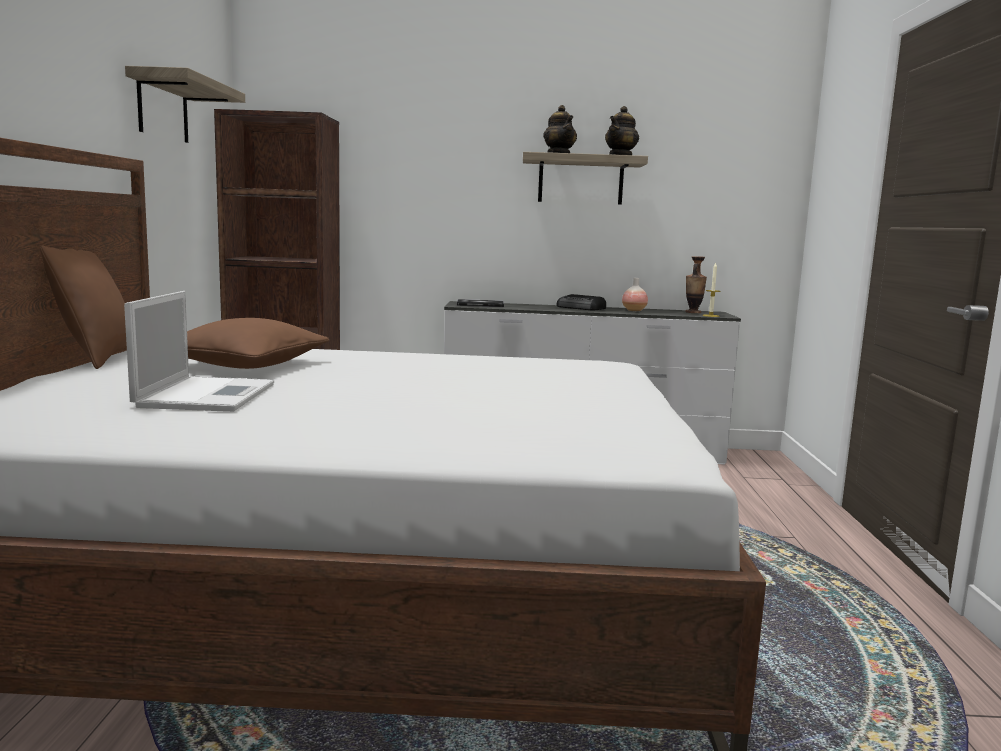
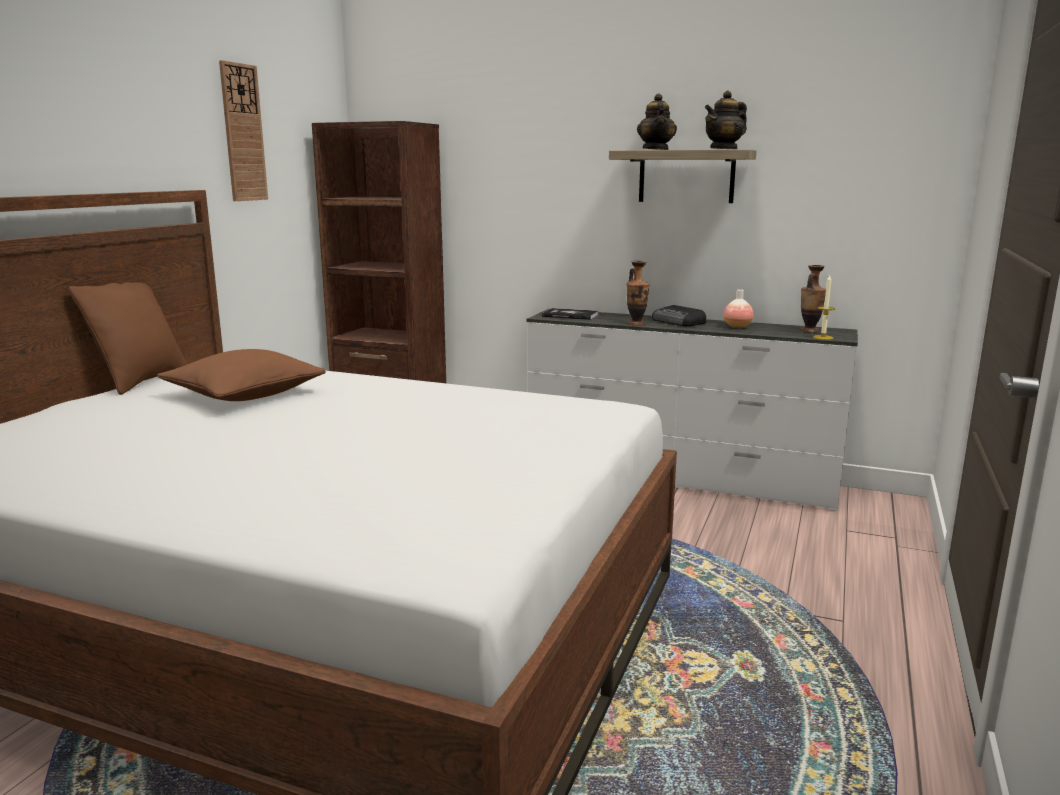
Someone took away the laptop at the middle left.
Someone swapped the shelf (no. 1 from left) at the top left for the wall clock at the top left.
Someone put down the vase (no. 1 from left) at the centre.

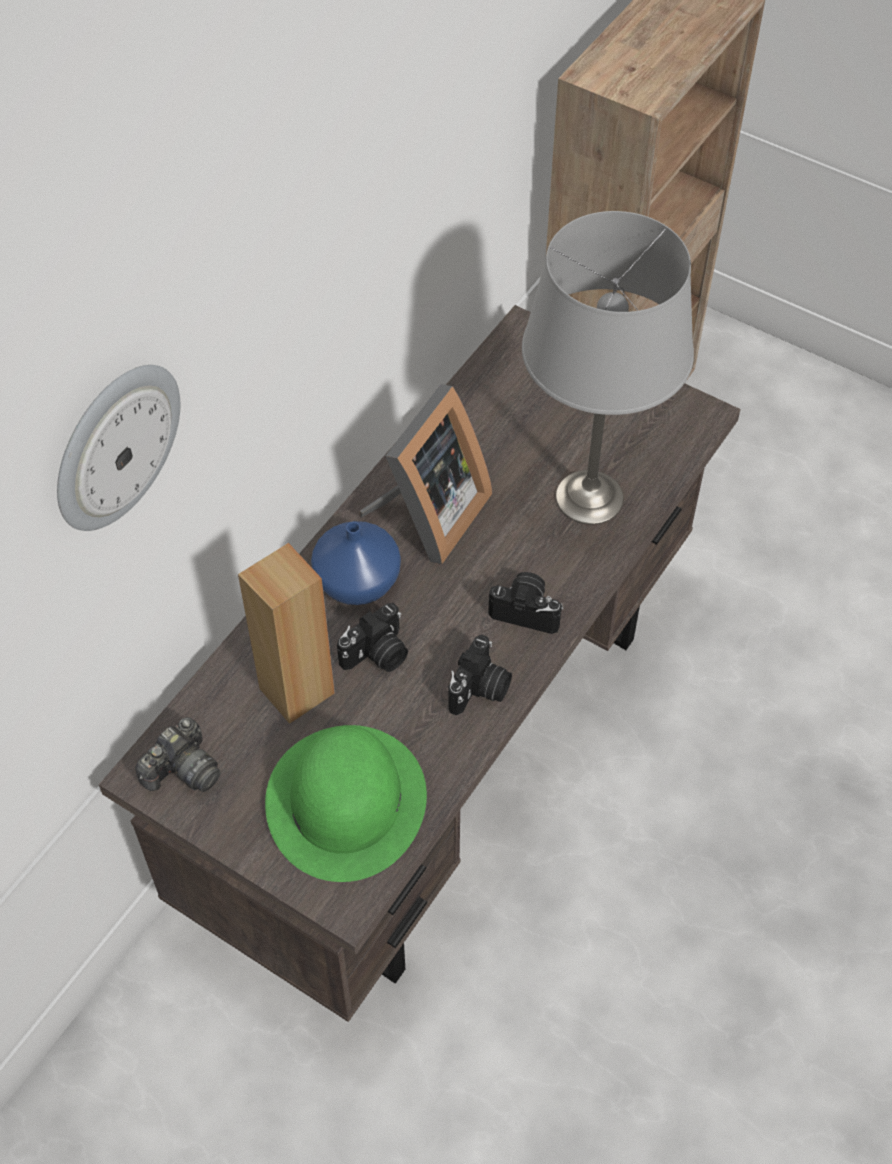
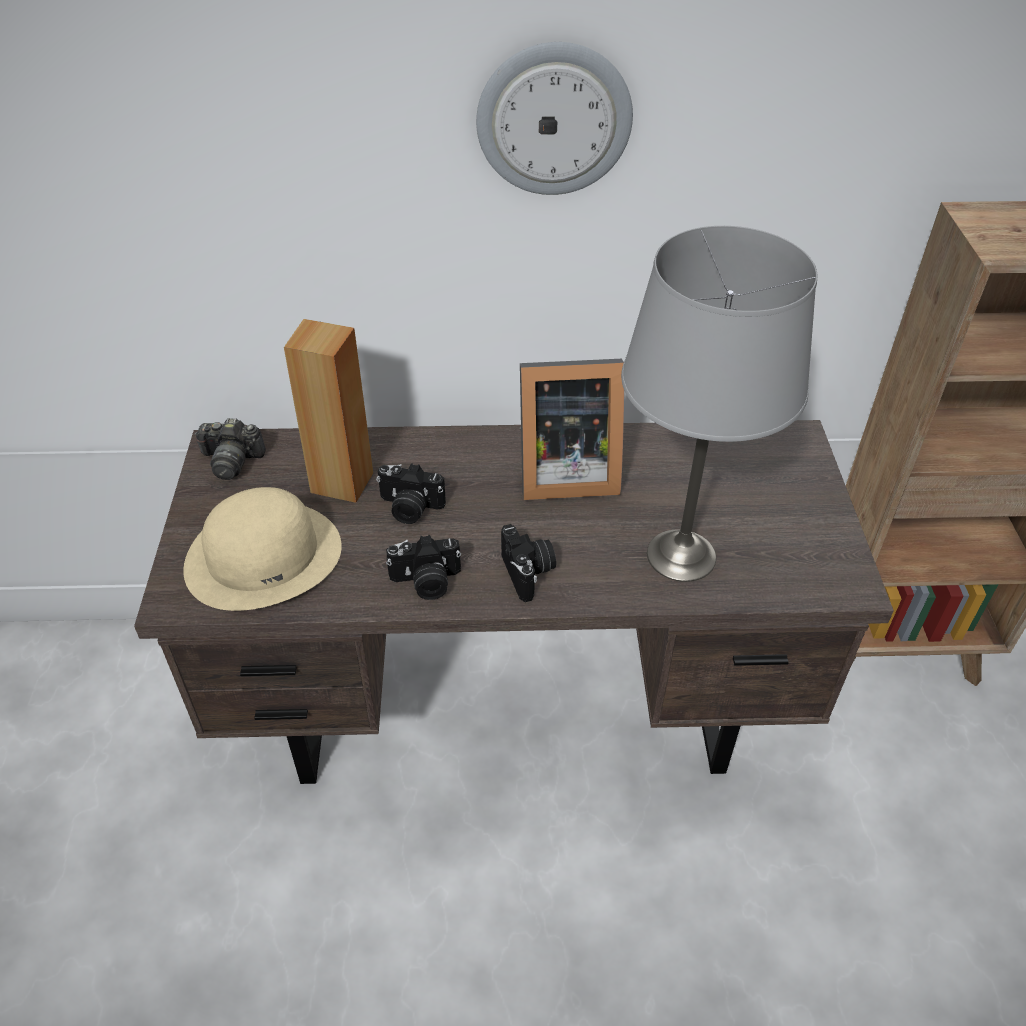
Someone carried the wall clock from the middle left to the top centre.
Someone repainted the hat in green at the bottom centre, which became the hat in beige at the middle left.
Someone took away the vase in blue at the centre.

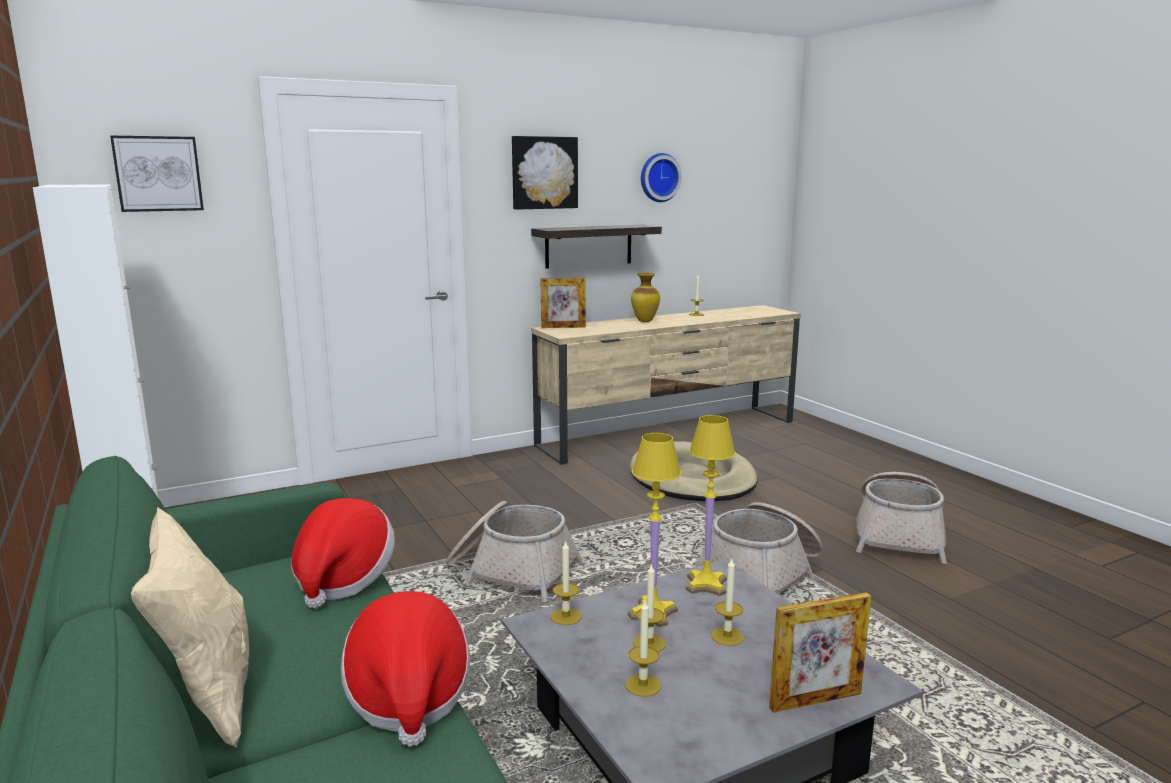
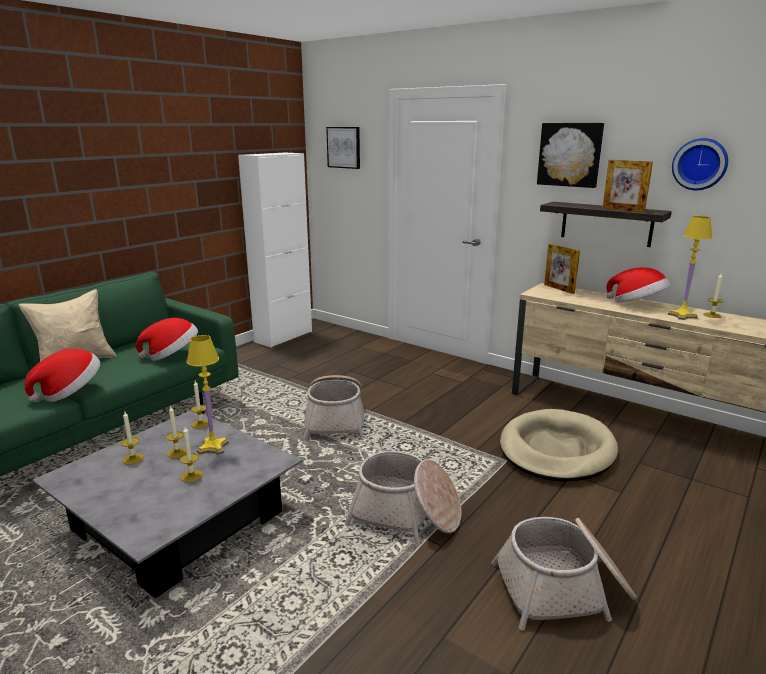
Someone swapped the vase at the centre for the hat (no. 3 from left) at the middle right.
Someone carried the table lamp in yellow (no. 2 from left) from the centre to the middle right.
Someone carried the picture frame (no. 2 from left) from the bottom right to the top right.

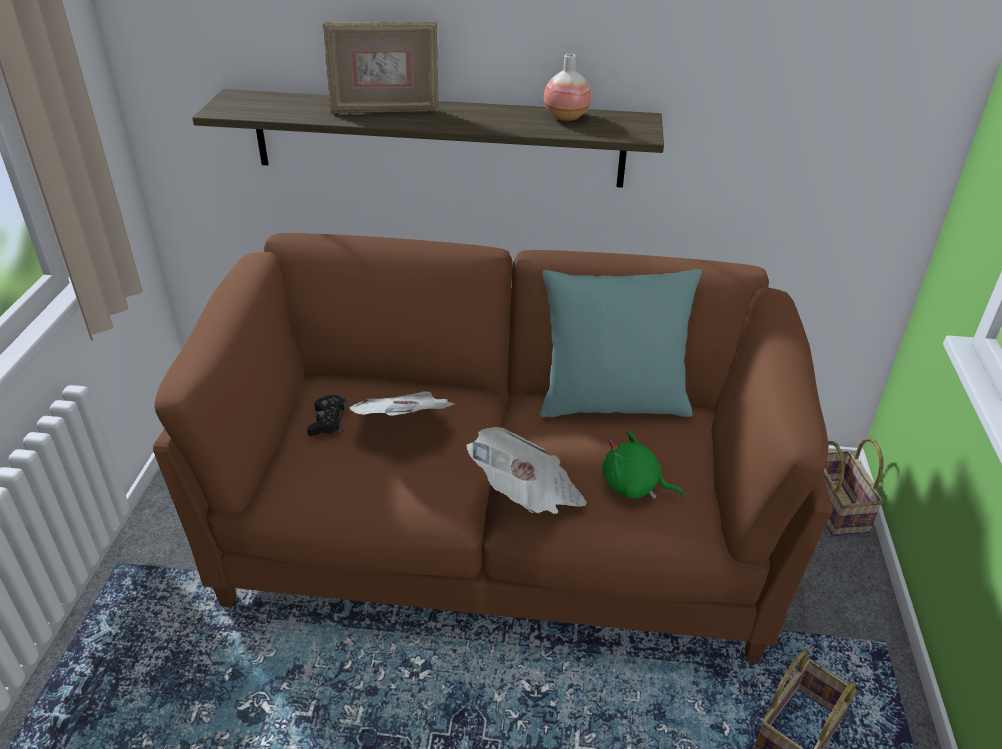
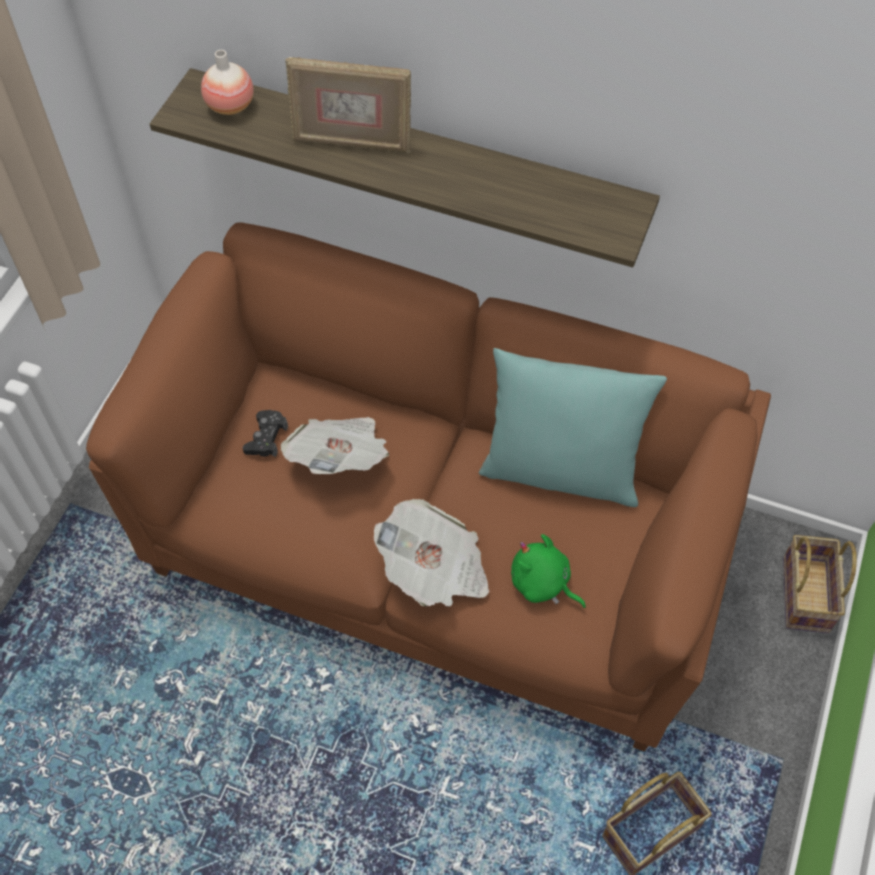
Someone carried the vase from the top centre to the top left.

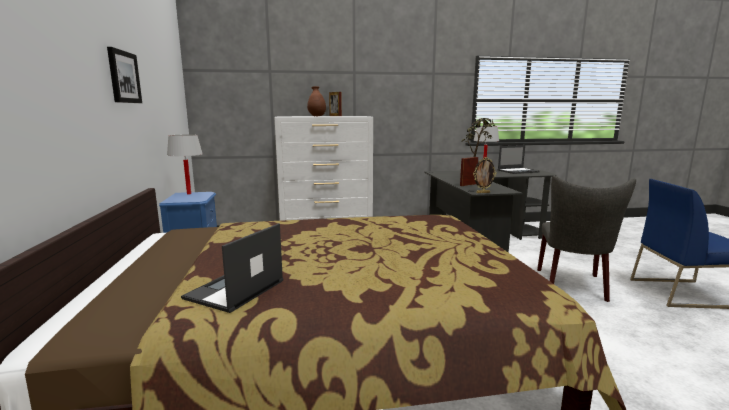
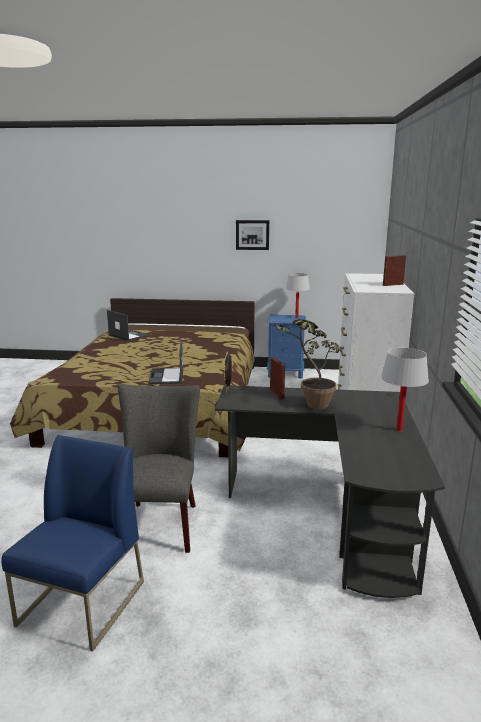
Someone took away the vase in brown at the top centre.
Someone carried the laptop (no. 2 from left) from the middle right to the centre.
Someone rotated the chair in grey at the middle right by 60 degrees clockwise.

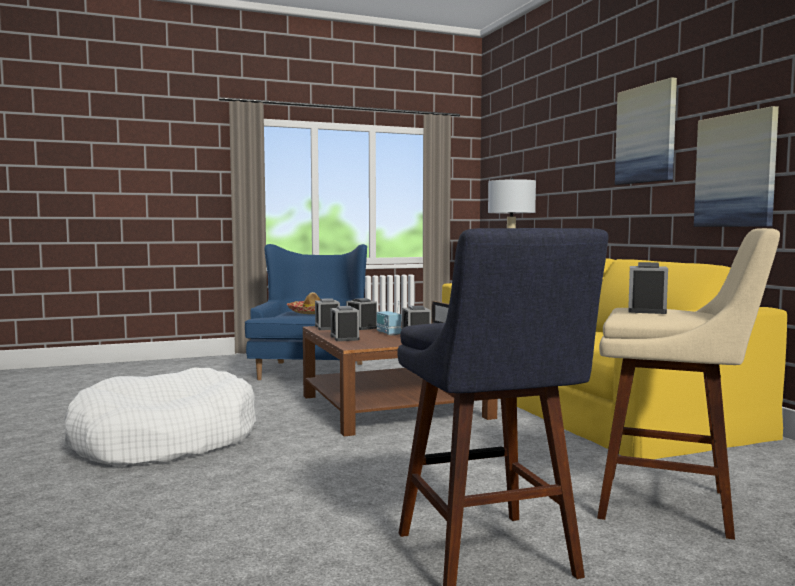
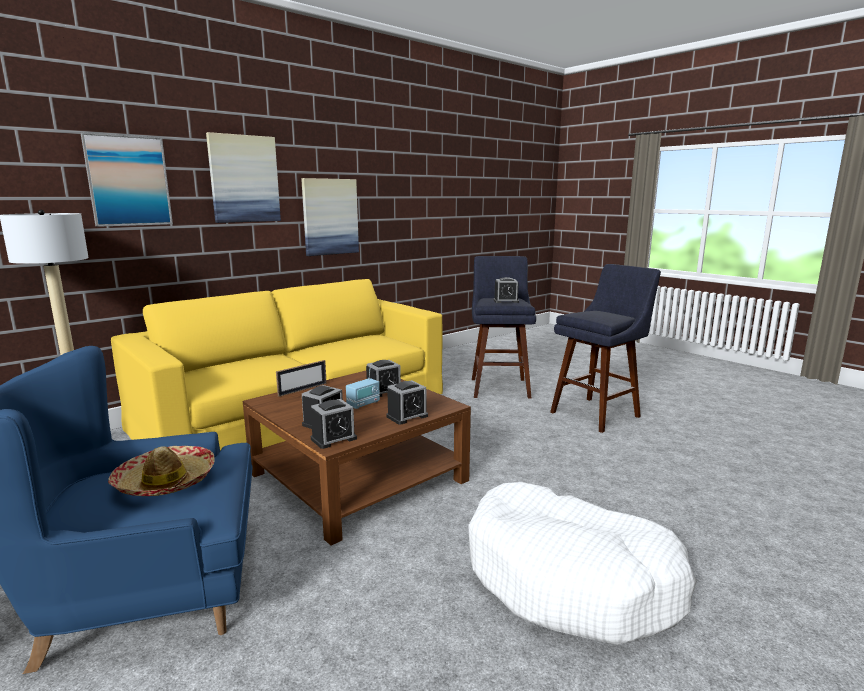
Someone repainted the stool in beige at the middle right, which became the stool in blue (no. 1 from left) at the centre.
Someone put up the picture (no. 1 from left) at the top left.

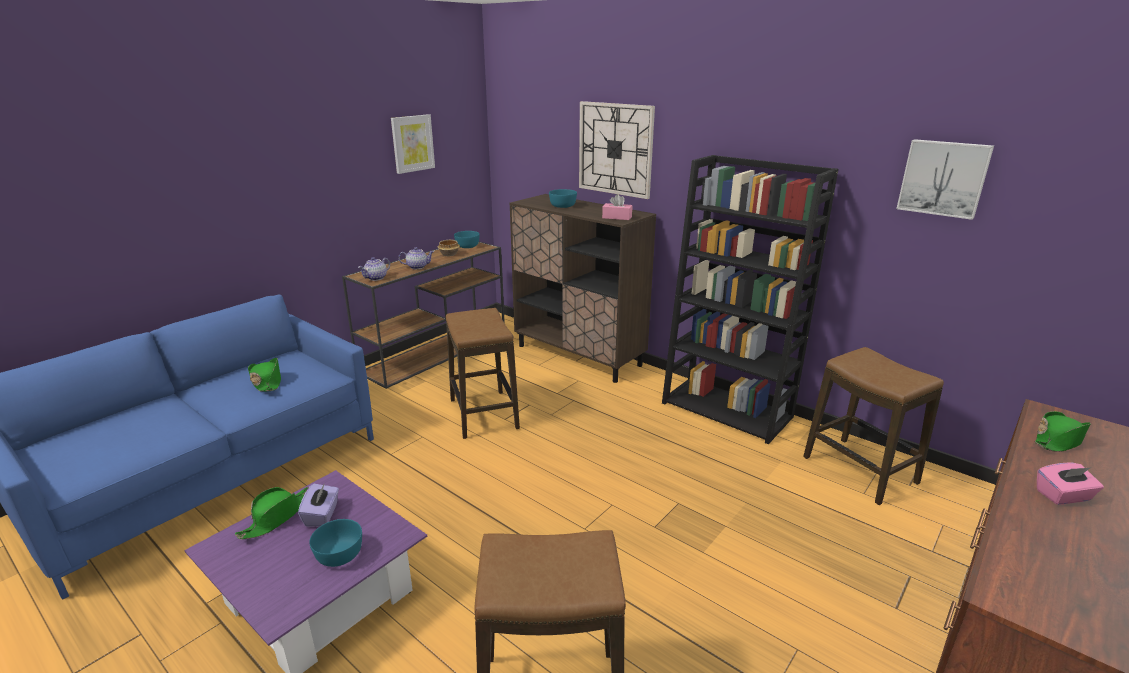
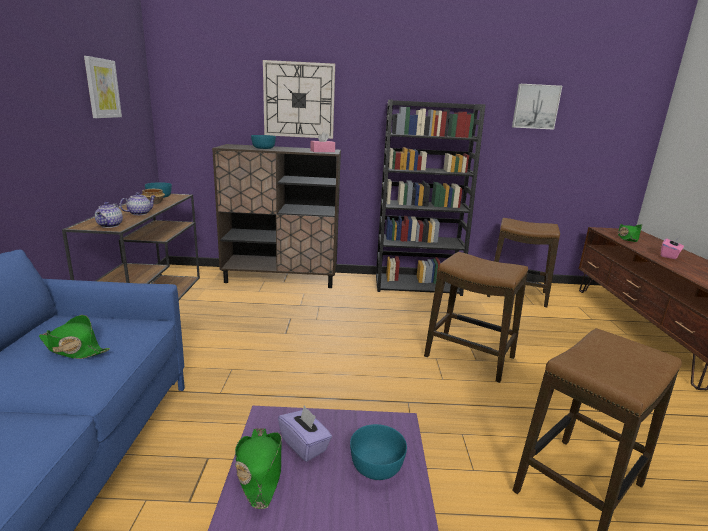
Someone carried the stool (no. 1 from left) from the centre to the middle right.

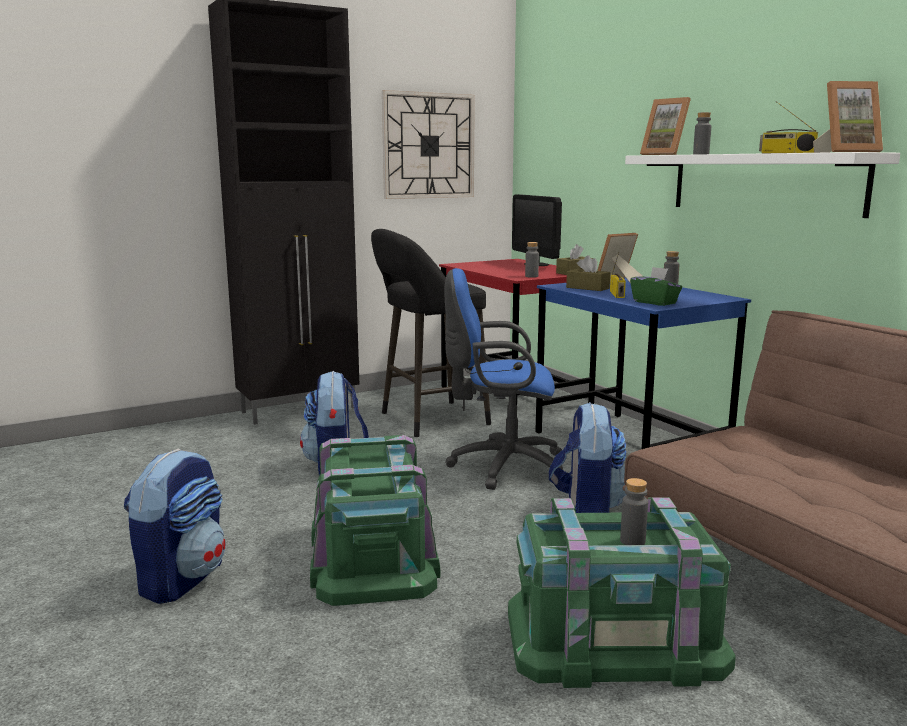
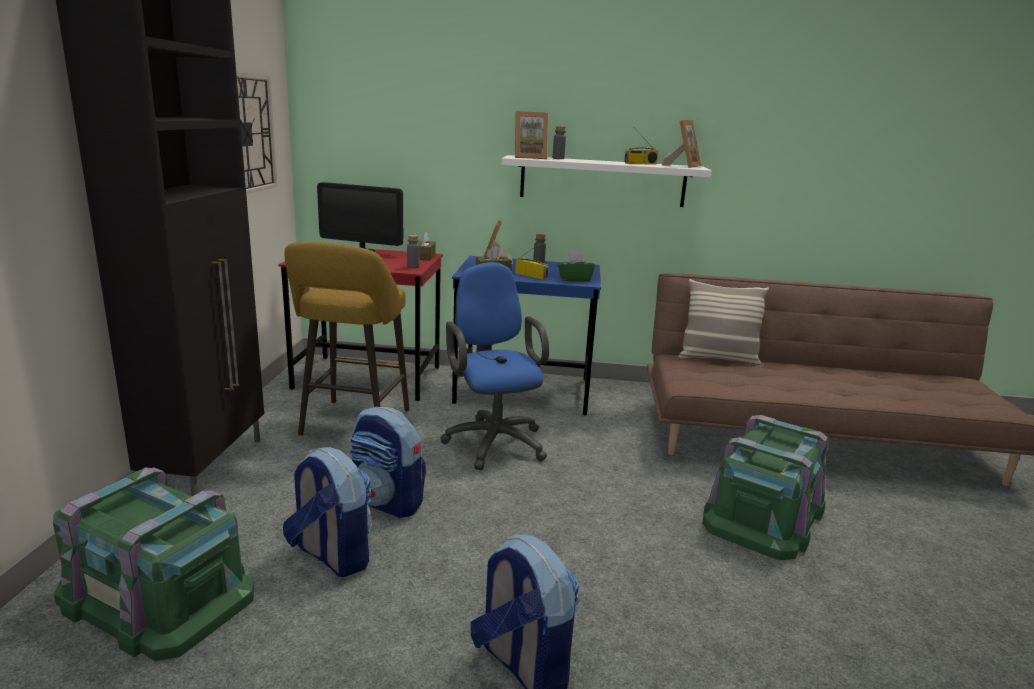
Someone carried the storage box in green (no. 1 from left) from the bottom centre to the bottom left.
Someone repainted the stool in black at the centre, which became the stool in yellow at the centre.
Someone rotated the office chair in blue at the centre by 120 degrees clockwise.
Someone carried the backpack (no. 3 from left in the first image) from the centre to the bottom left.
Someone took away the bottle in grey (no. 2 from left) at the bottom right.
Someone put down the pillow at the middle right.

